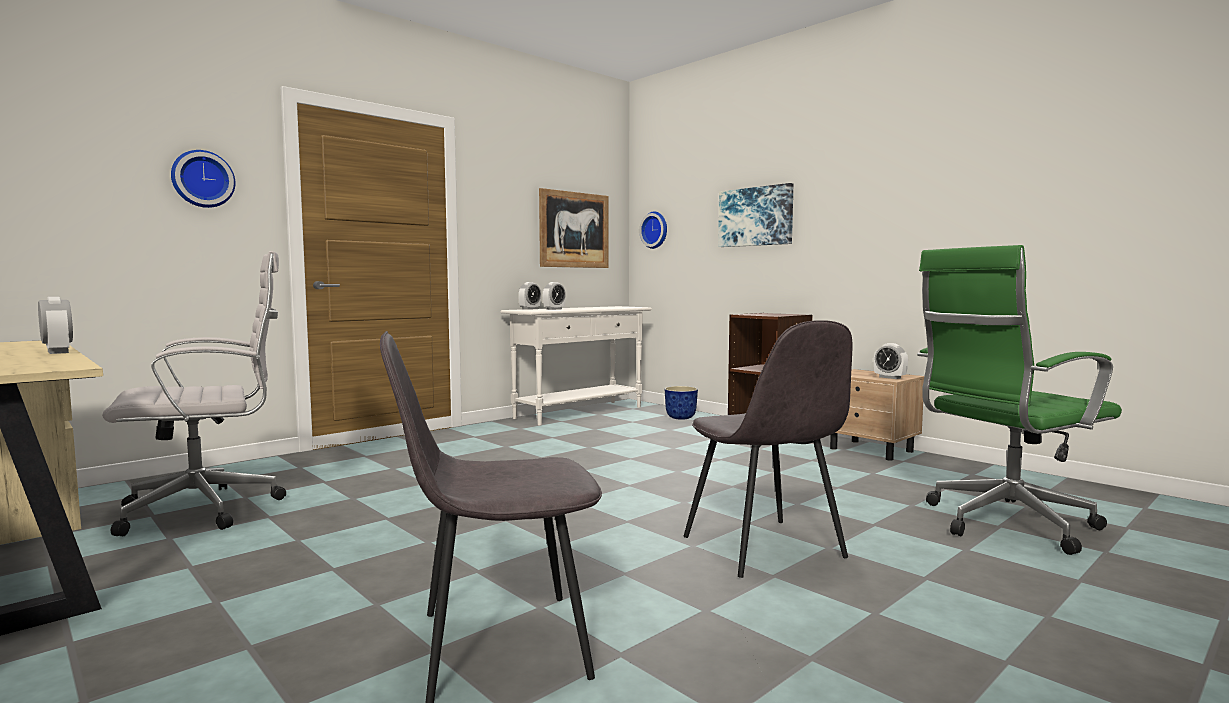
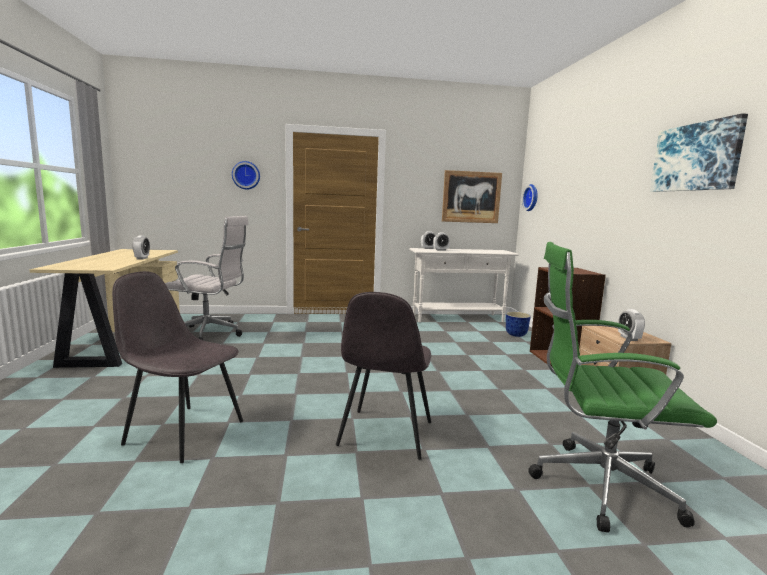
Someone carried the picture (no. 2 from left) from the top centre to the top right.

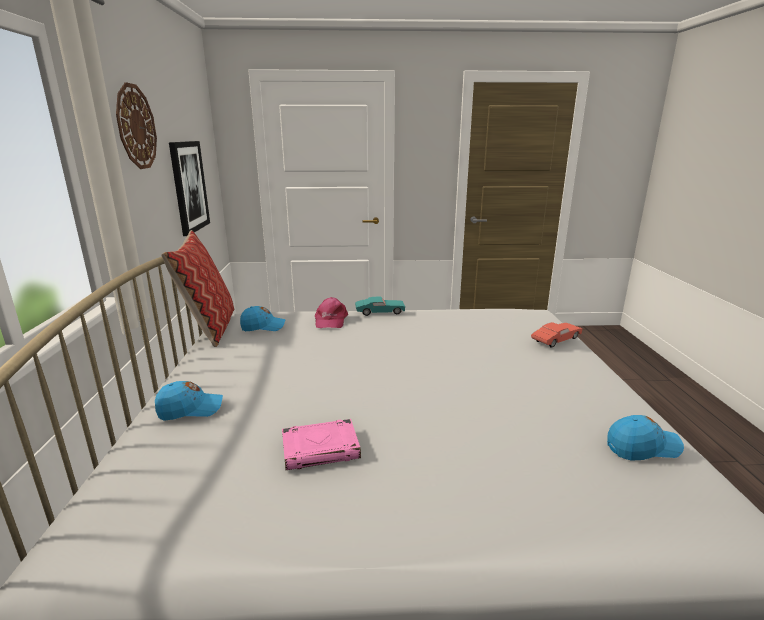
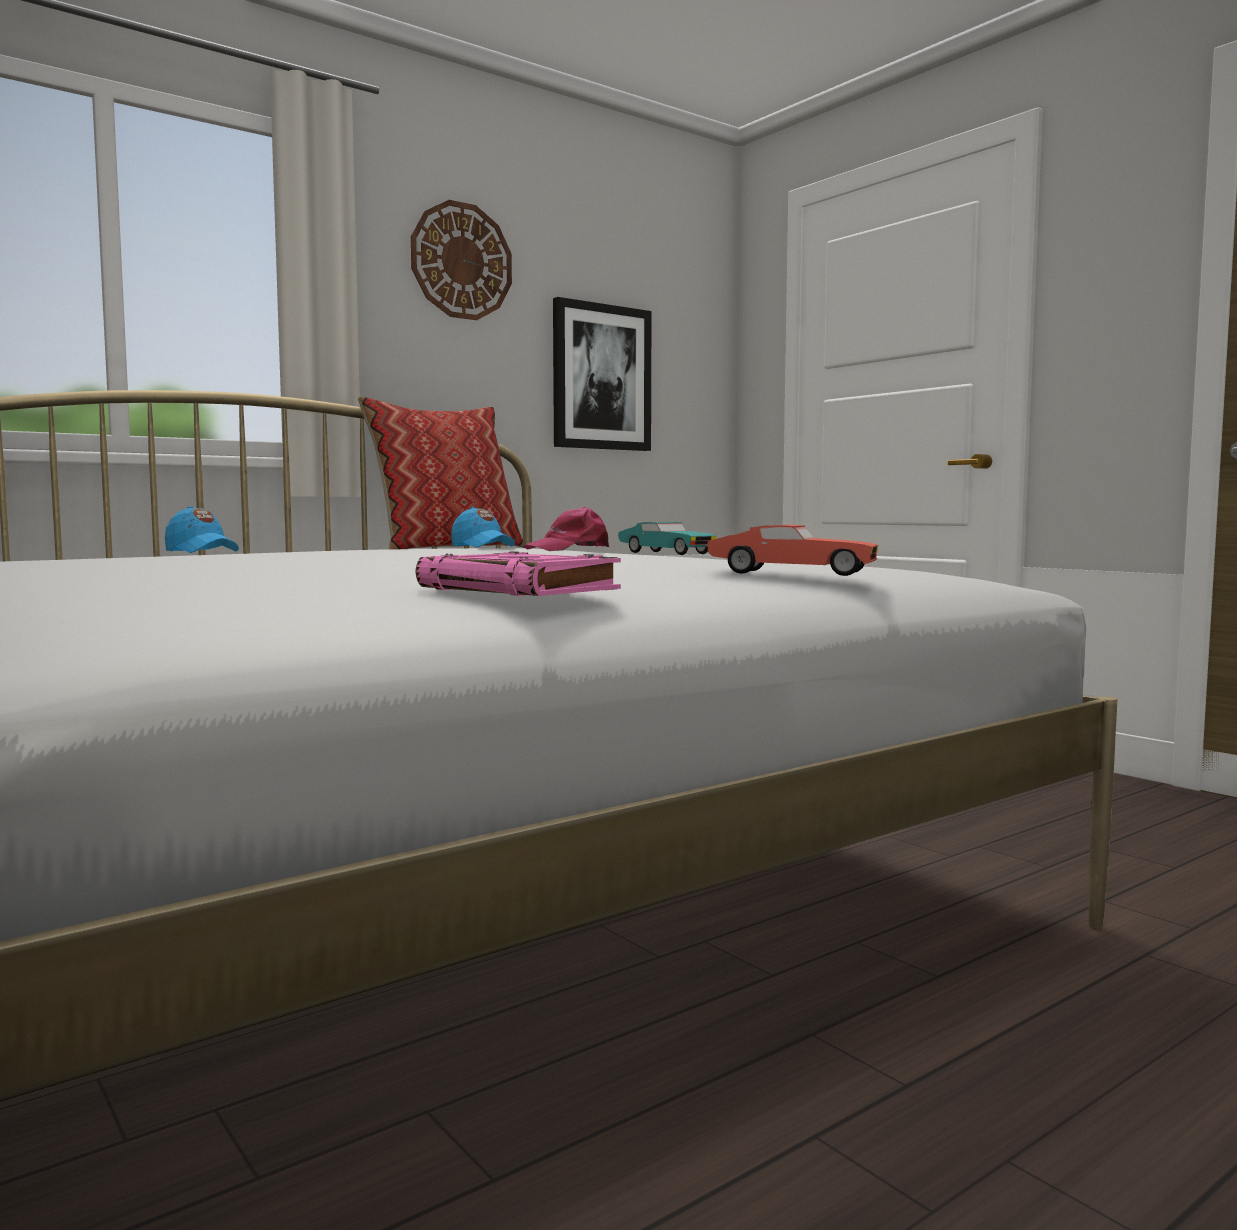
Someone carried the book in pink from the bottom centre to the centre.
Someone took away the cap in blue (no. 3 from left) at the bottom right.

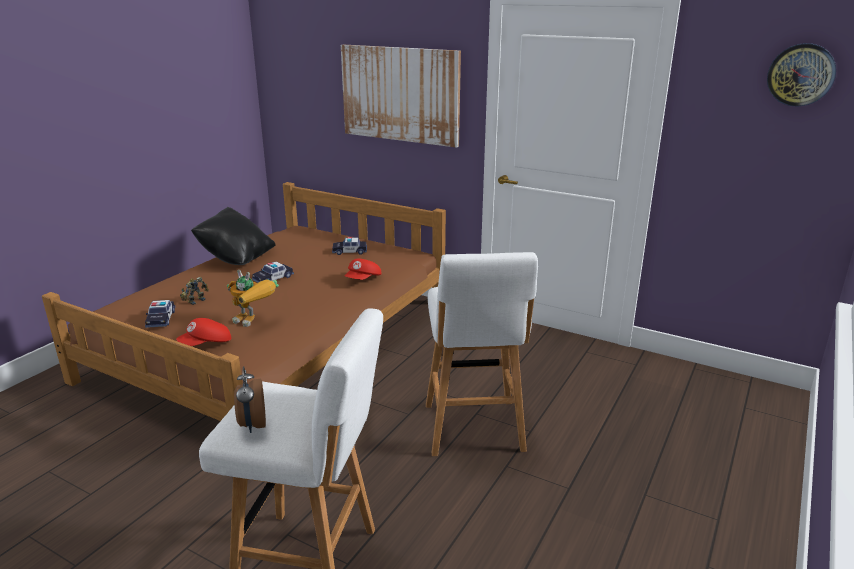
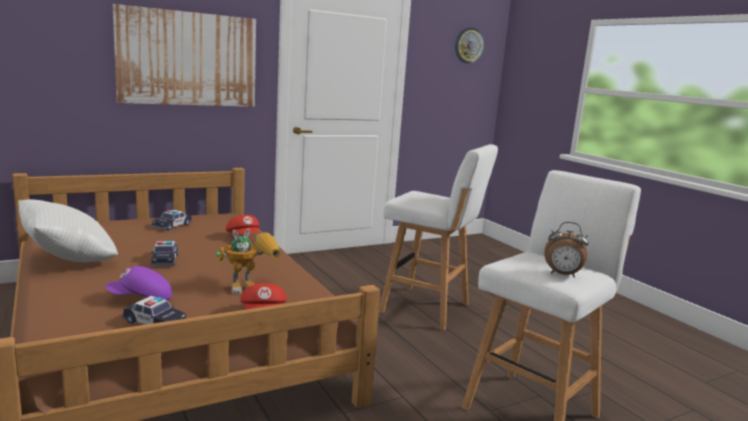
Someone swapped the toy robot (no. 1 from left) at the middle left for the cap in purple at the bottom left.
Someone repainted the pillow in black at the middle left, which became the pillow in white at the middle left.

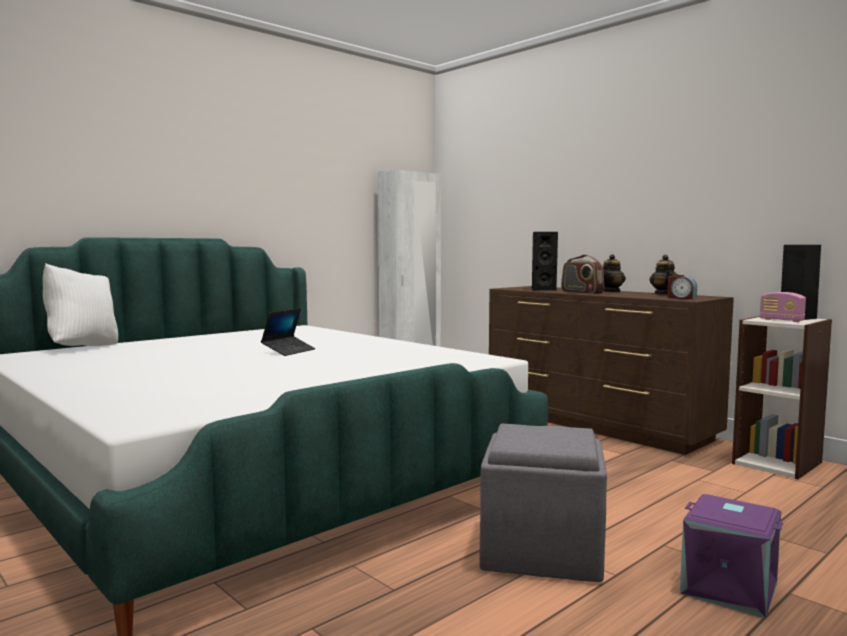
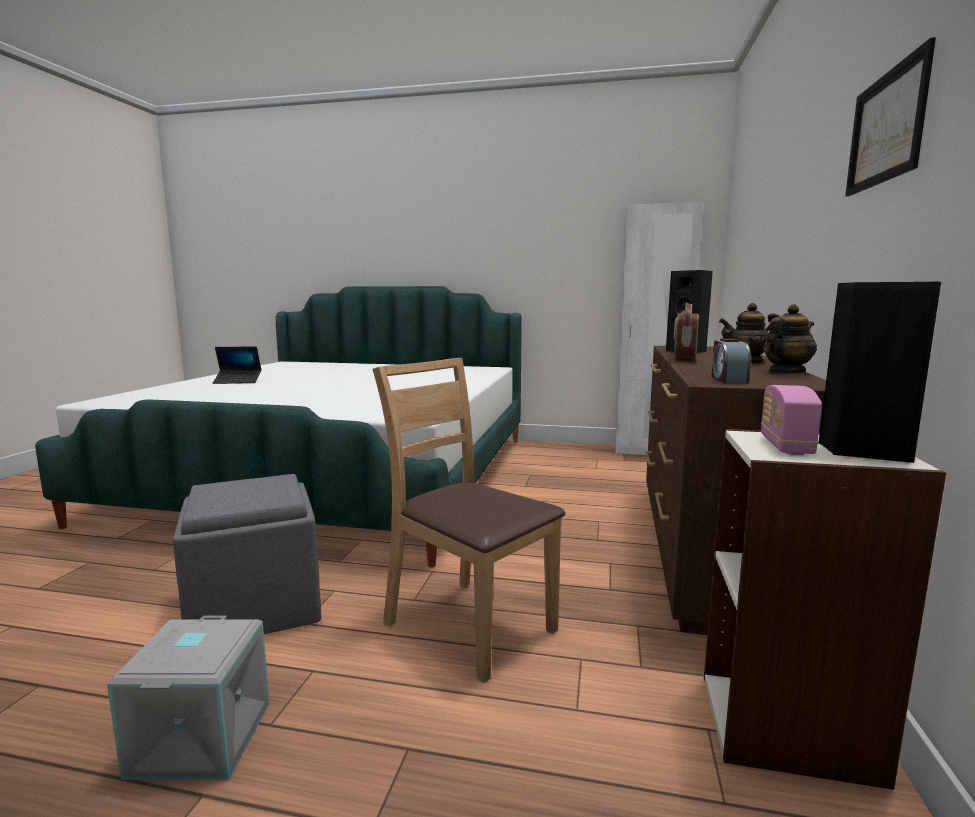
Someone took away the pillow in white at the middle left.
Someone carried the laptop from the centre to the middle left.
Someone repainted the storage box in purple at the bottom right, which became the storage box in grey at the bottom left.
Someone put down the chair in brown at the centre.
Someone put up the picture at the top right.

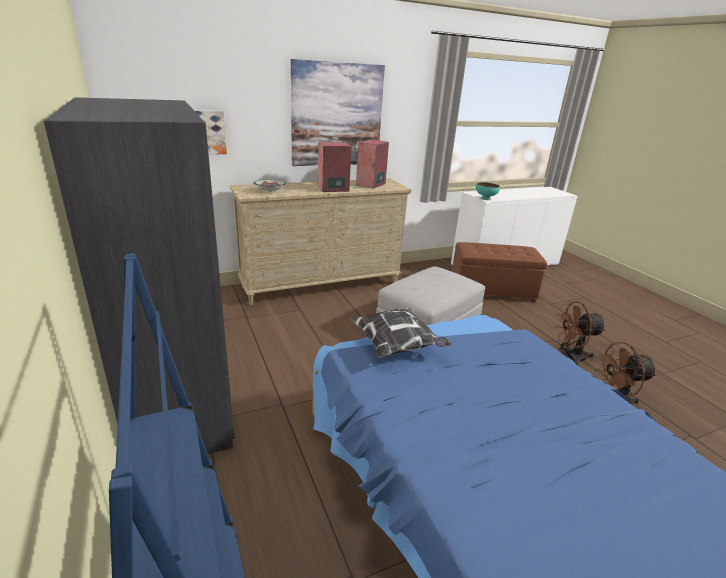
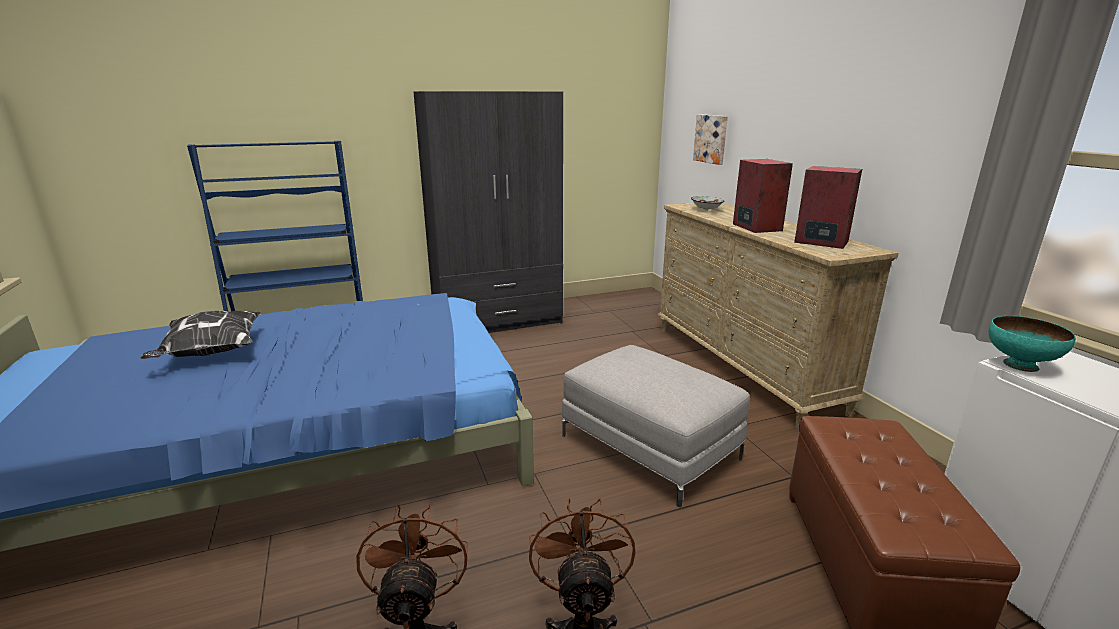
Someone took away the picture (no. 2 from left) at the top centre.
Someone carried the pillow from the centre to the middle left.

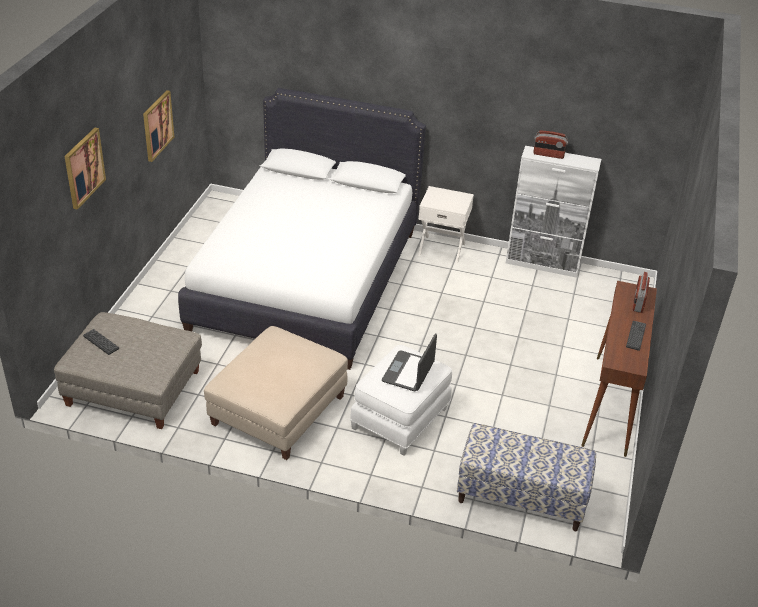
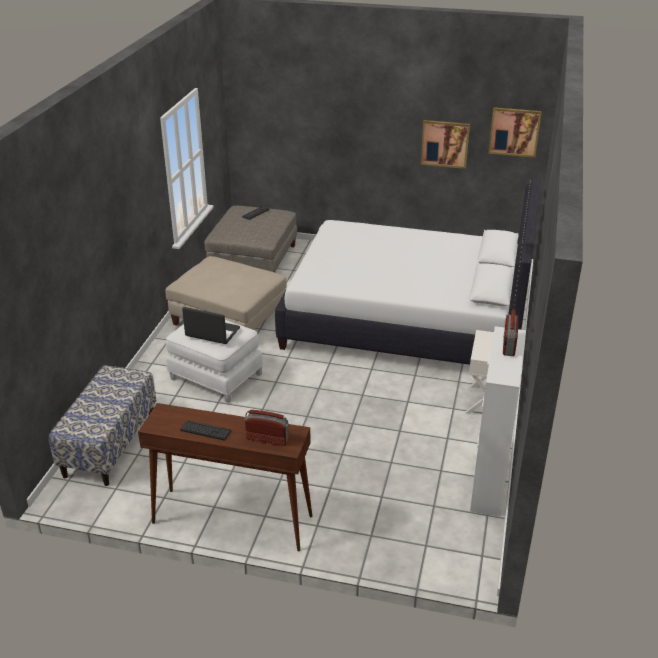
Someone carried the picture (no. 1 from left in the first image) from the top left to the top right.

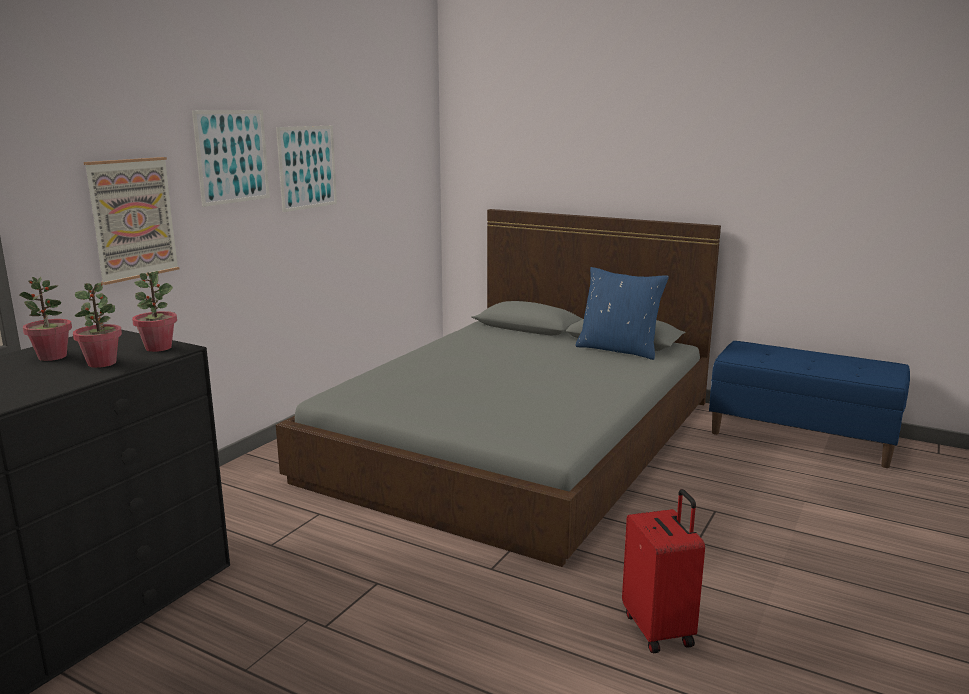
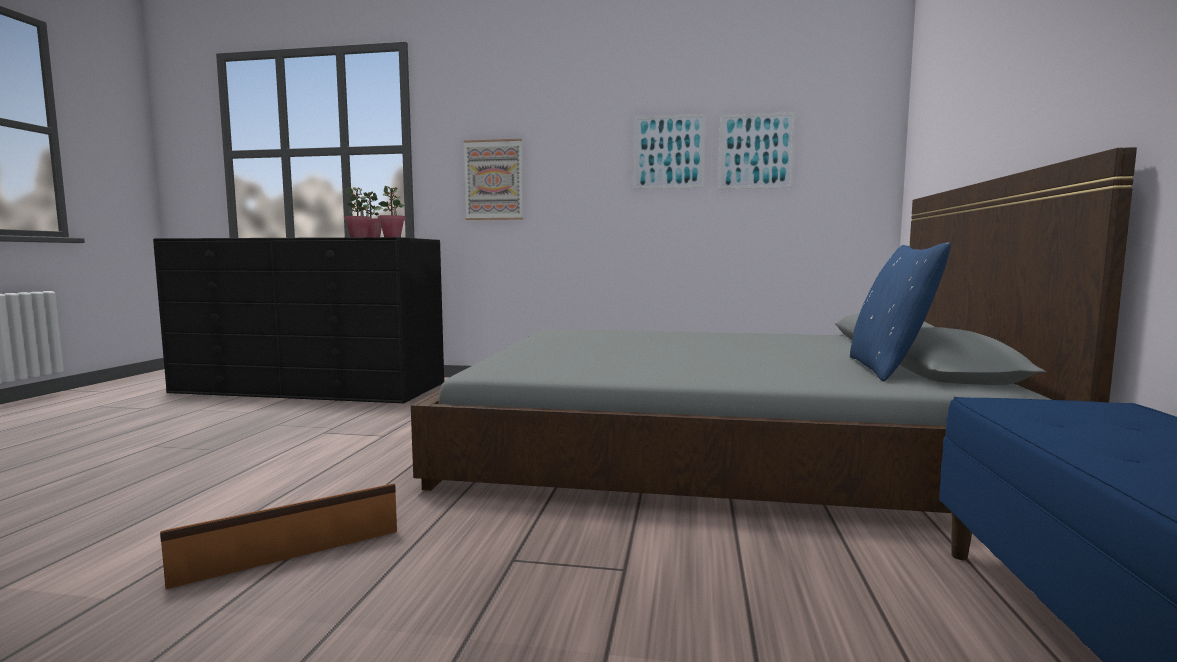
Someone carried the picture (no. 2 from left in the first image) from the top left to the top centre.
Someone swapped the suitcase in red at the bottom right for the storage box in brown at the bottom left.

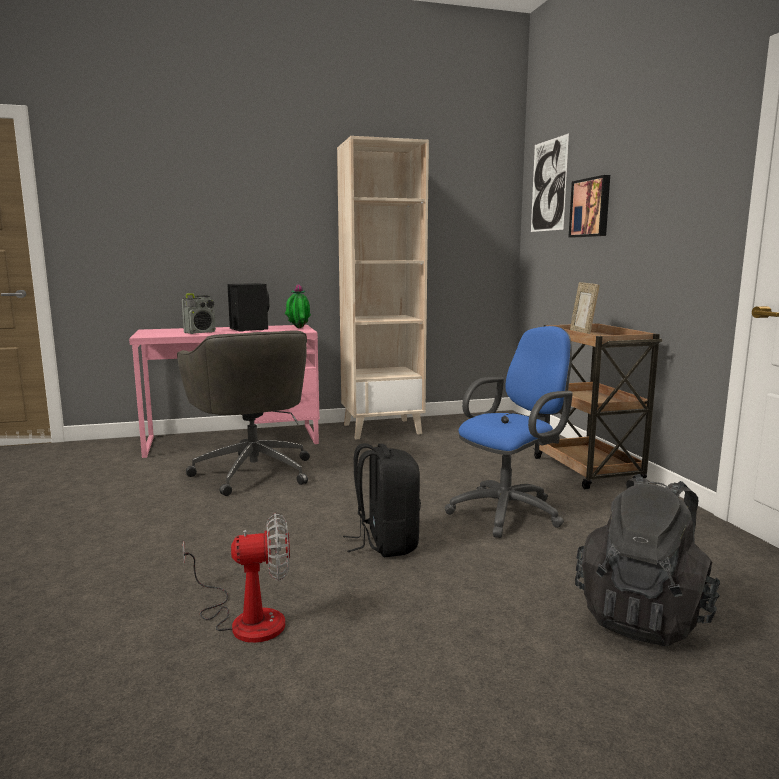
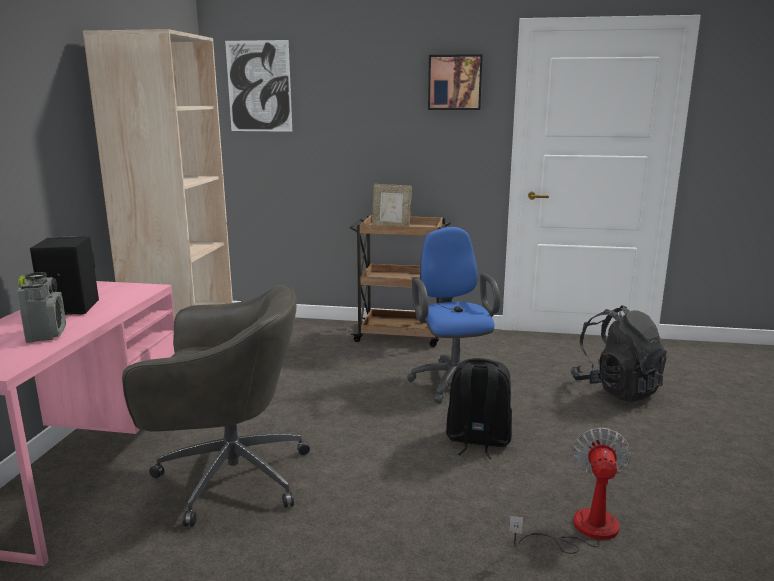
Someone took away the potted plant at the centre.
Someone carried the picture (no. 2 from left) from the top right to the top centre.

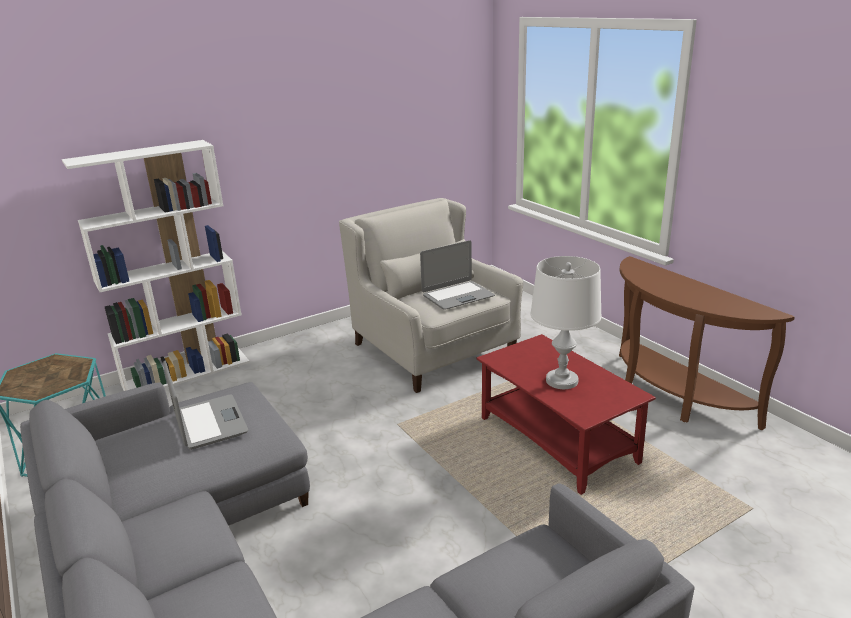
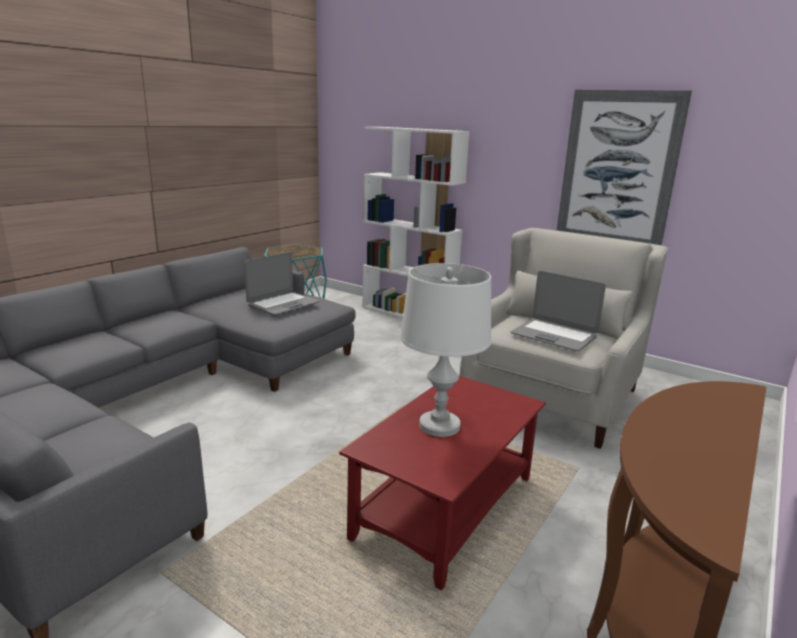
Someone put up the picture at the top right.

